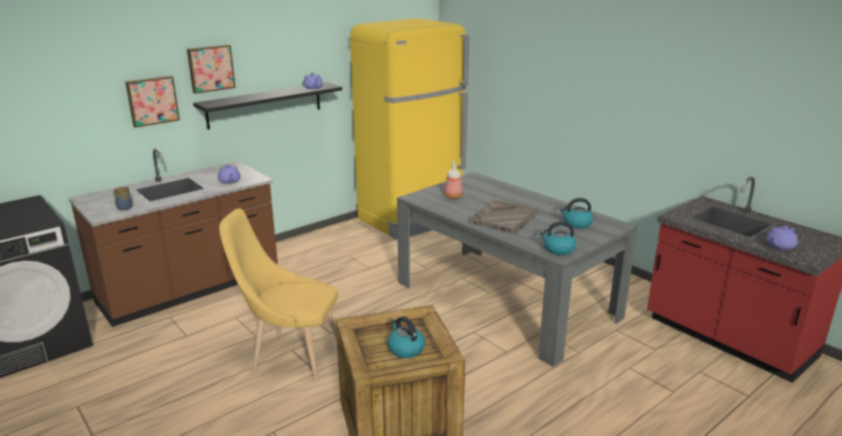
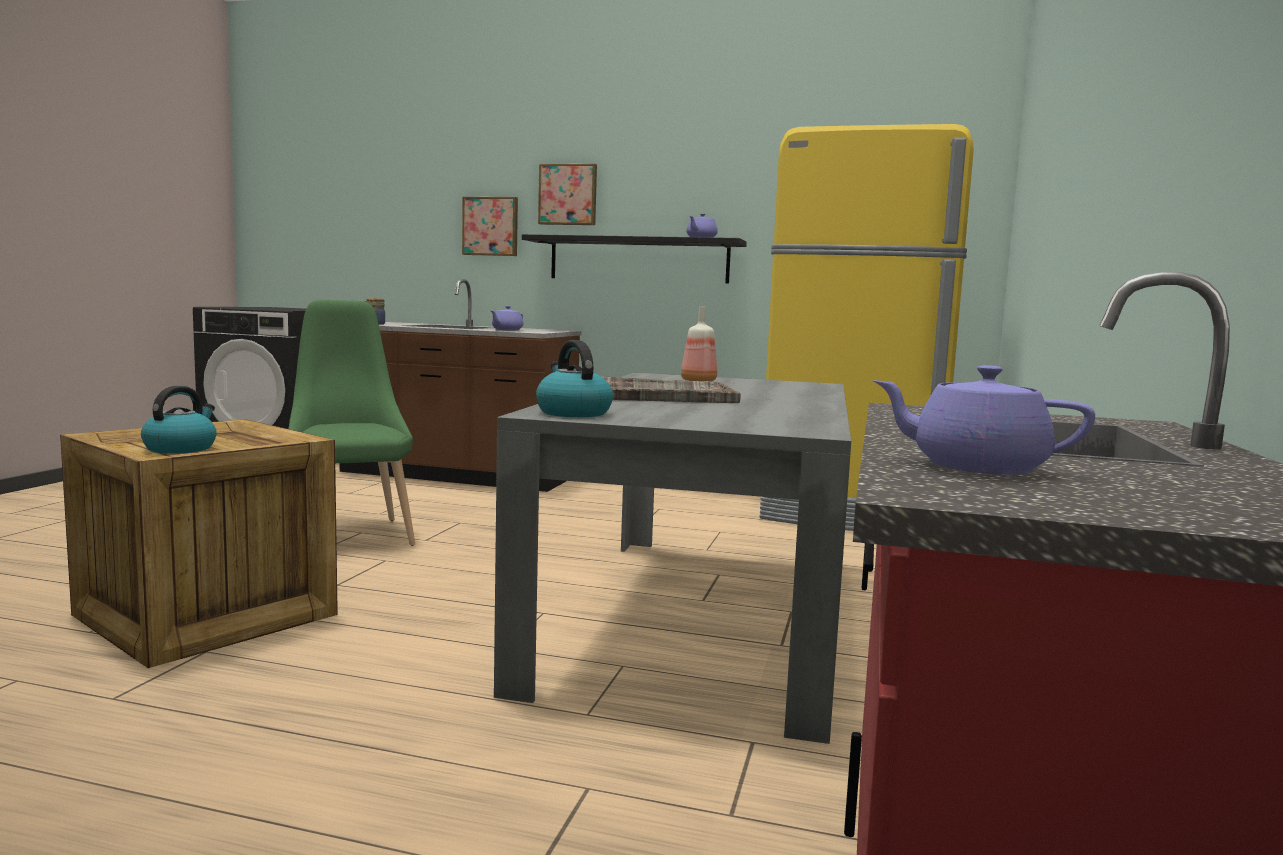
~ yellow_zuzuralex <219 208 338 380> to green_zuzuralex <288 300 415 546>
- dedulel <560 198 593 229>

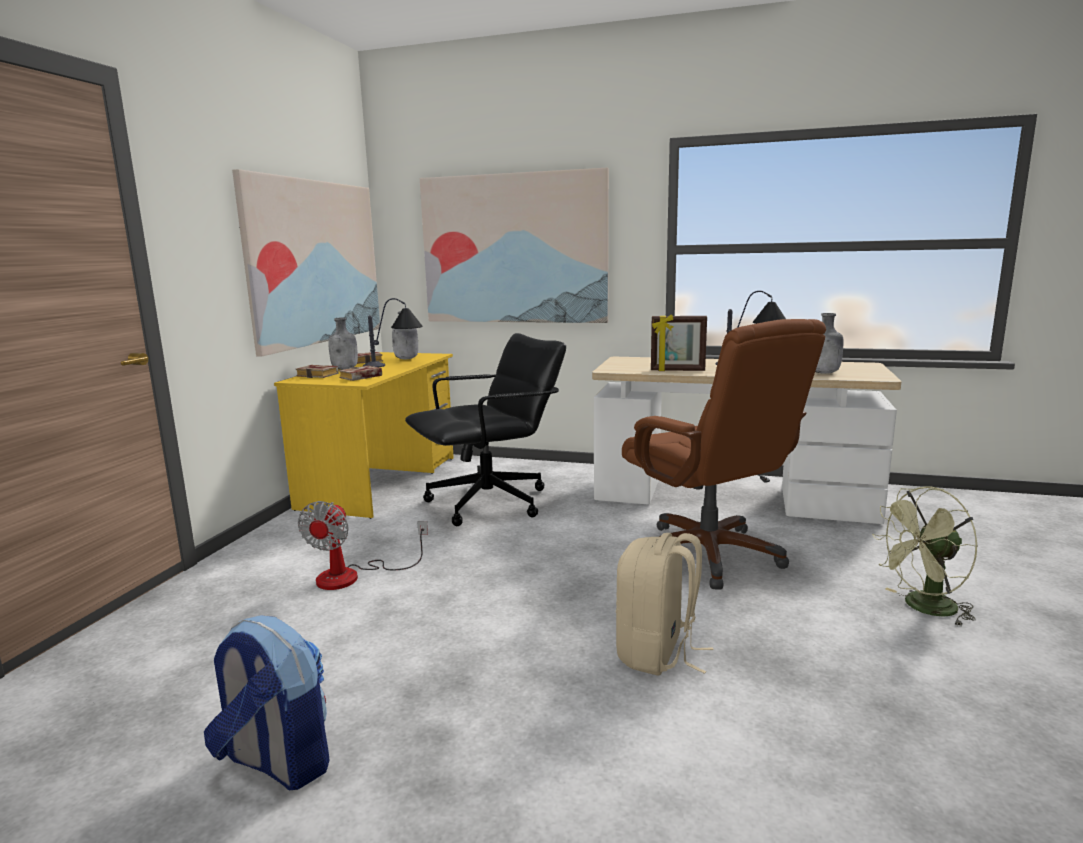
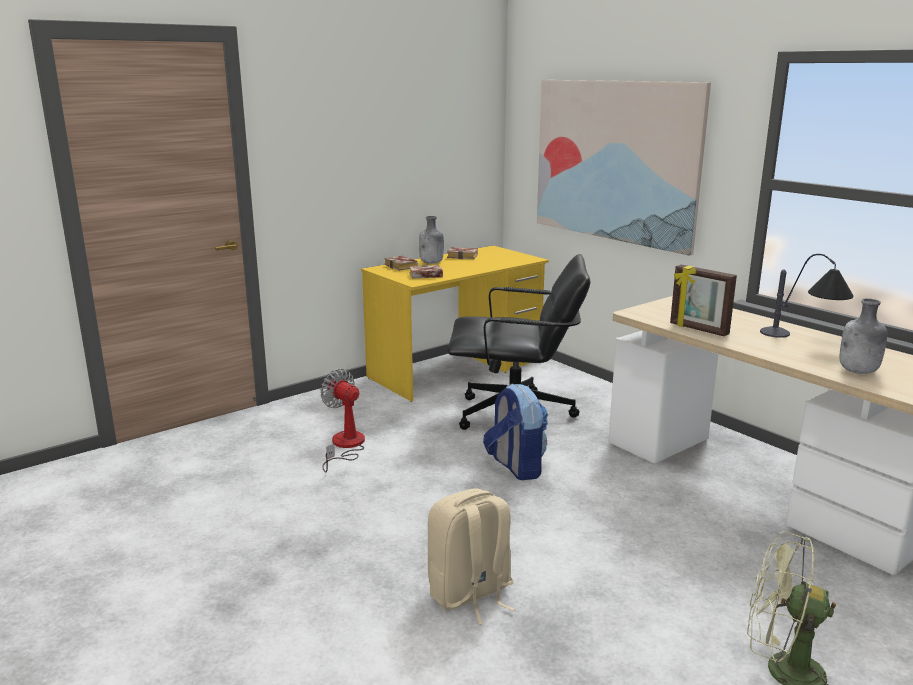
~ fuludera <298 501 428 590> = <320 369 365 473> 90 degrees clockwise
~ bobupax <204 615 330 790> to <483 383 548 480>
- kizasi <232 169 380 357>
- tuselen <363 298 422 367>
- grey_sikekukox <392 311 418 359>
- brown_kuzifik <622 319 826 590>

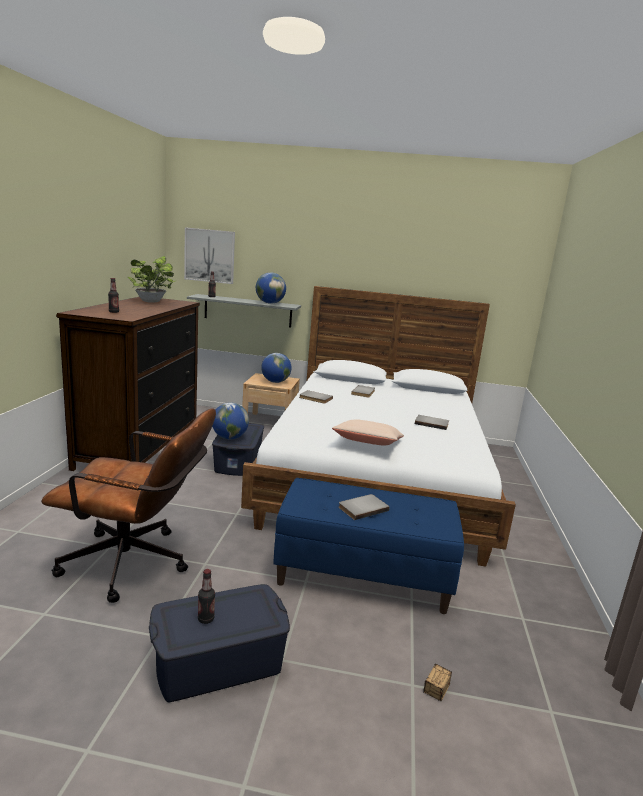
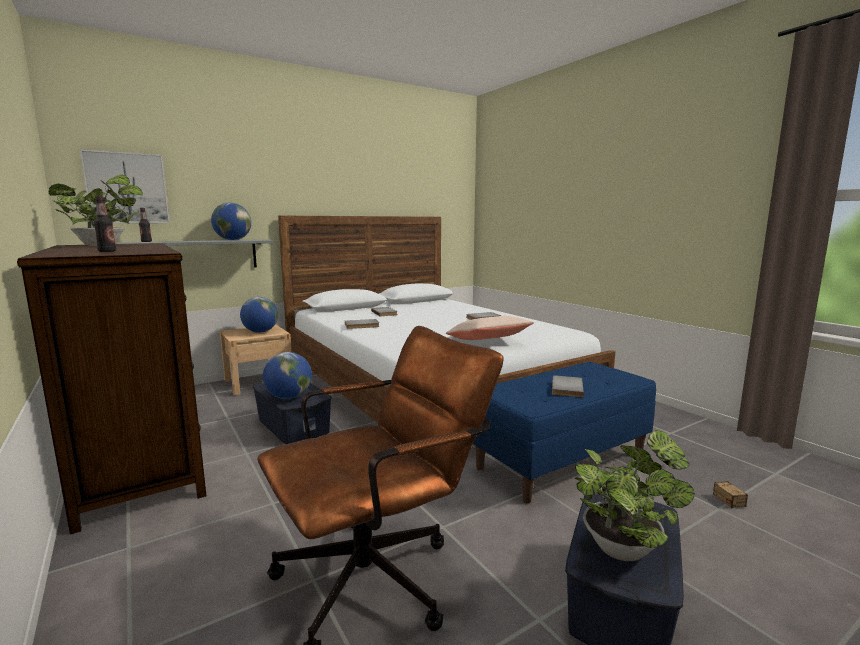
~ sikekukox <198 569 215 624> to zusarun <575 430 695 561>

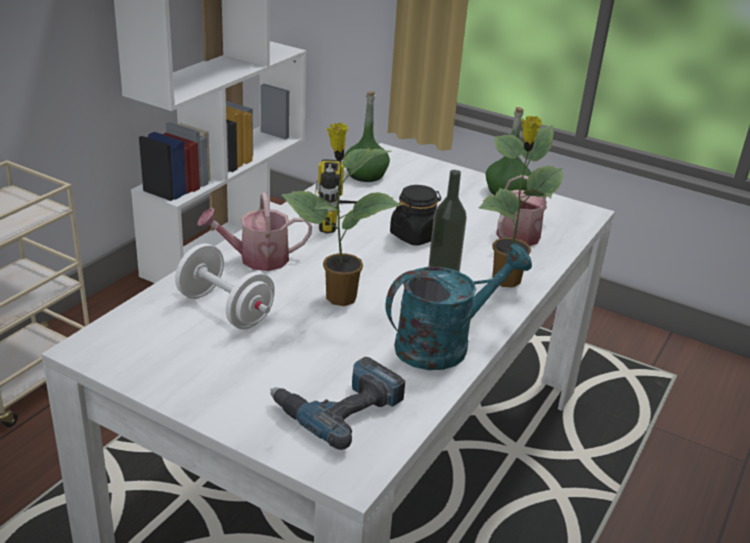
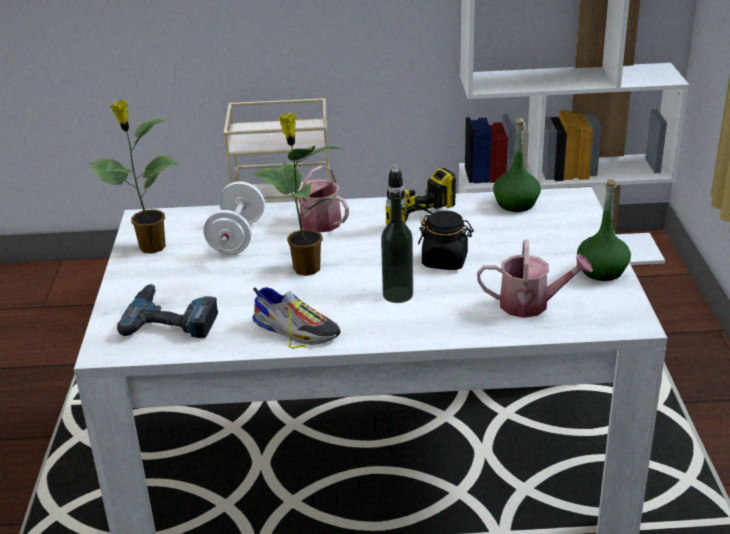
~ zusarun <479 116 563 288> to <89 100 180 254>
~ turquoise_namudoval <386 244 532 370> to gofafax <252 287 340 349>

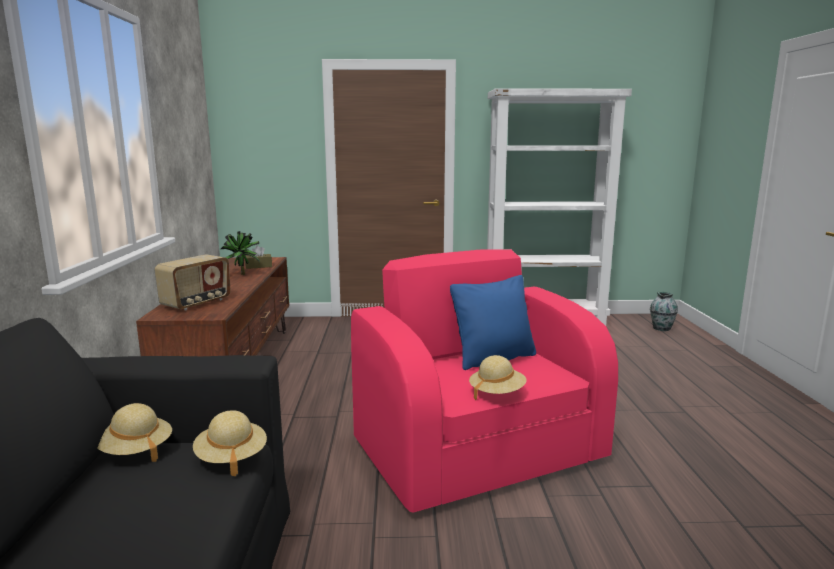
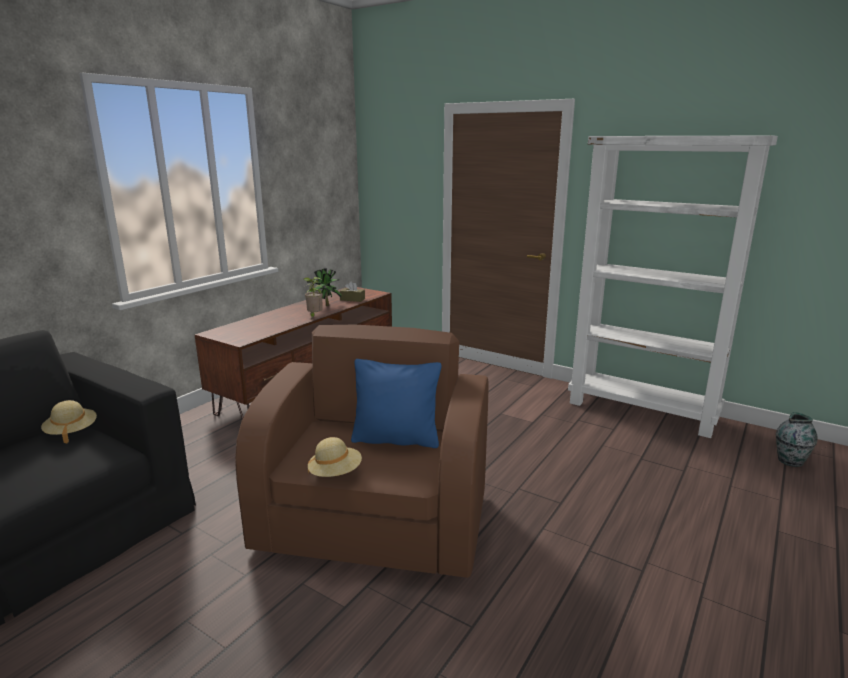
~ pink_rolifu <351 249 618 513> to brown_rolifu <235 325 488 578>
+ zusarun <303 277 323 319>
- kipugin <154 254 231 311>
- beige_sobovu <193 410 267 476>

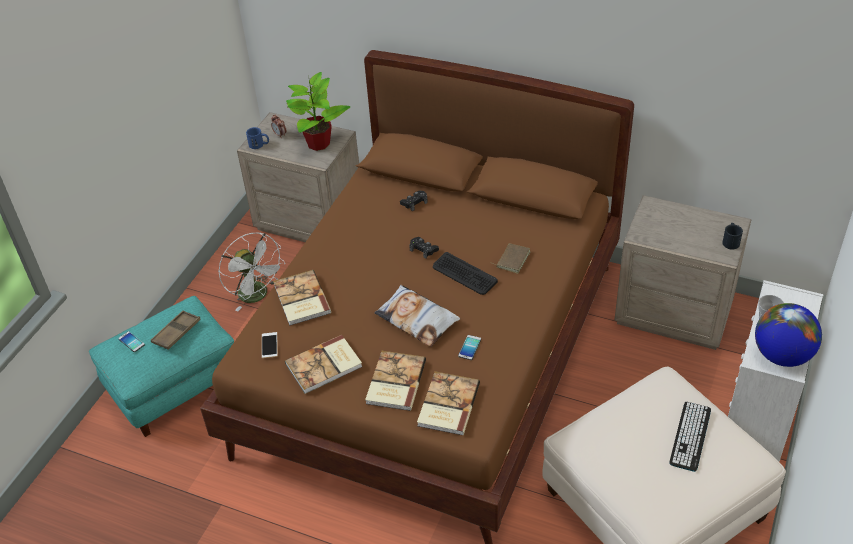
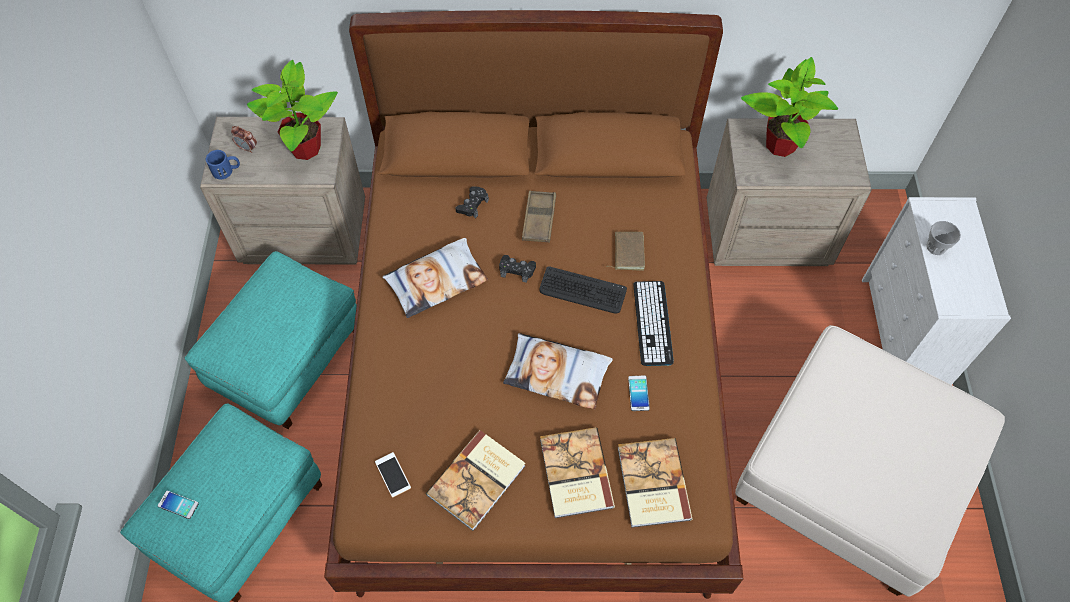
~ white_fuludera <219 233 285 311> to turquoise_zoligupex <184 251 357 429>
+ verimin <383 238 488 318>
~ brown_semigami <151 311 201 350> to <522 191 556 242>
~ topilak <669 402 711 472> to <633 281 674 366>
+ zusarun <741 57 838 157>
- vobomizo <273 270 331 326>
- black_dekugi <722 223 743 249>
- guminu <755 303 822 367>

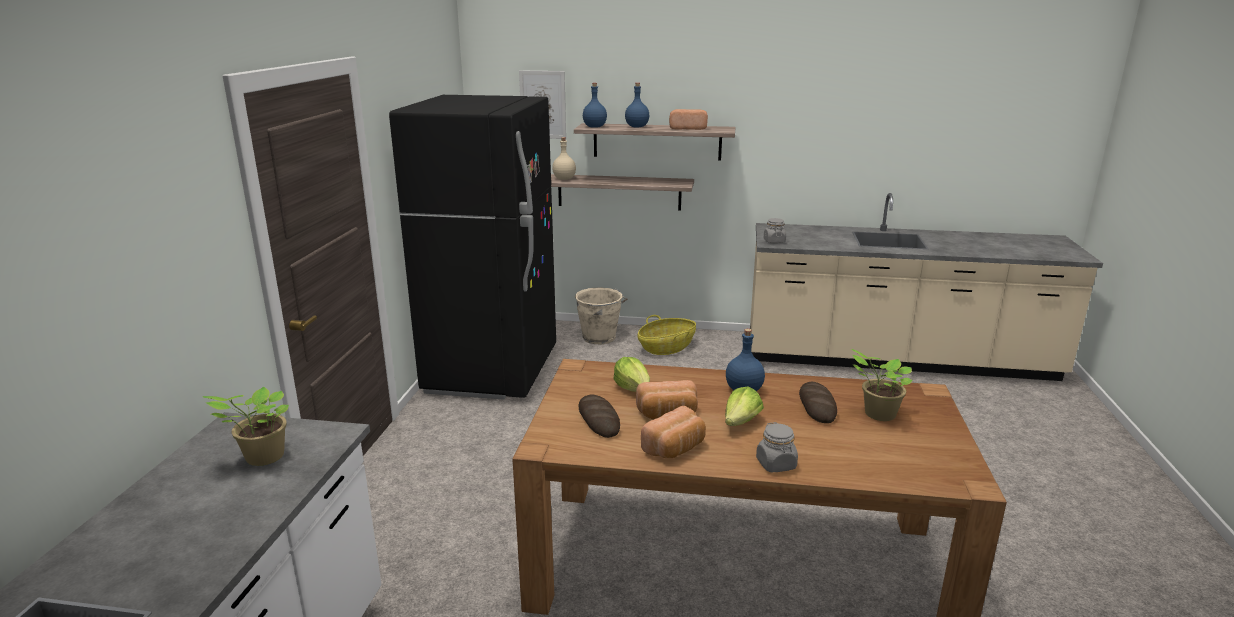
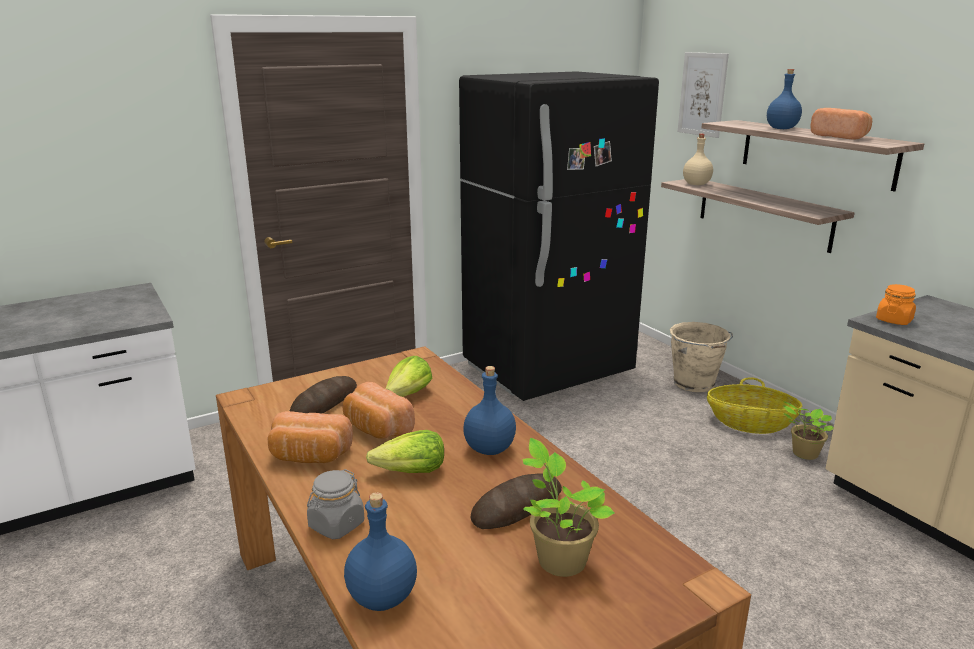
~ blue_sikekukox <583 83 607 128> to <344 492 417 611>
~ zusarun <203 387 289 466> to <783 401 834 460>
~ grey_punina <764 218 786 243> to orange_punina <876 284 916 325>

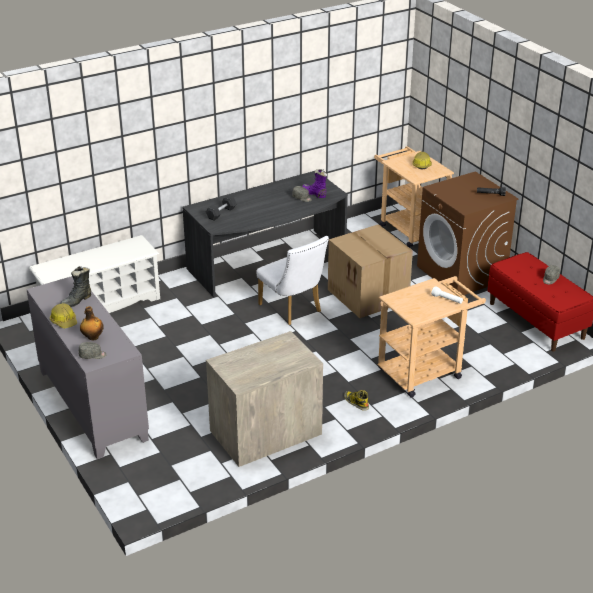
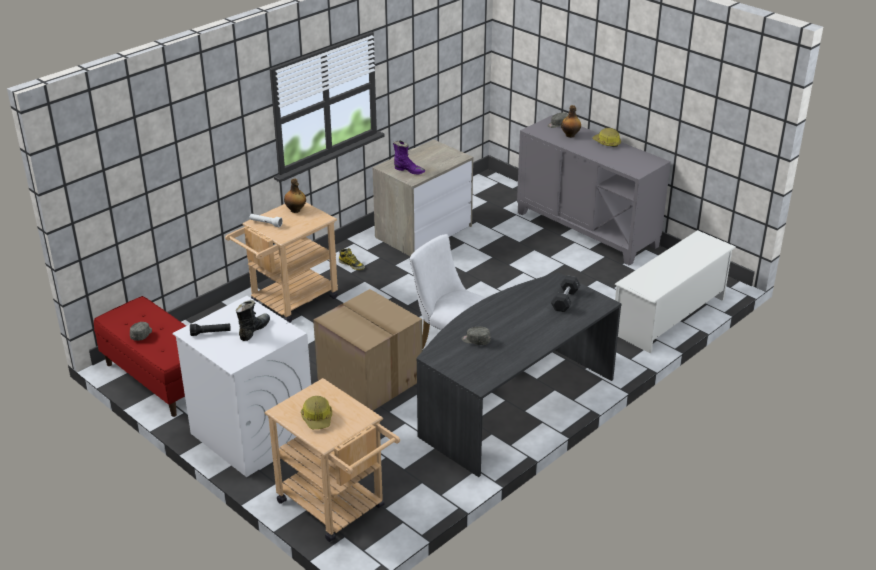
~ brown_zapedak <417 171 519 295> to white_zapedak <173 296 311 477>
~ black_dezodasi <60 266 91 307> to <236 300 270 341>
+ sikekukox <284 179 306 213>
~ purple_dezodasi <302 169 327 198> to <393 140 425 174>

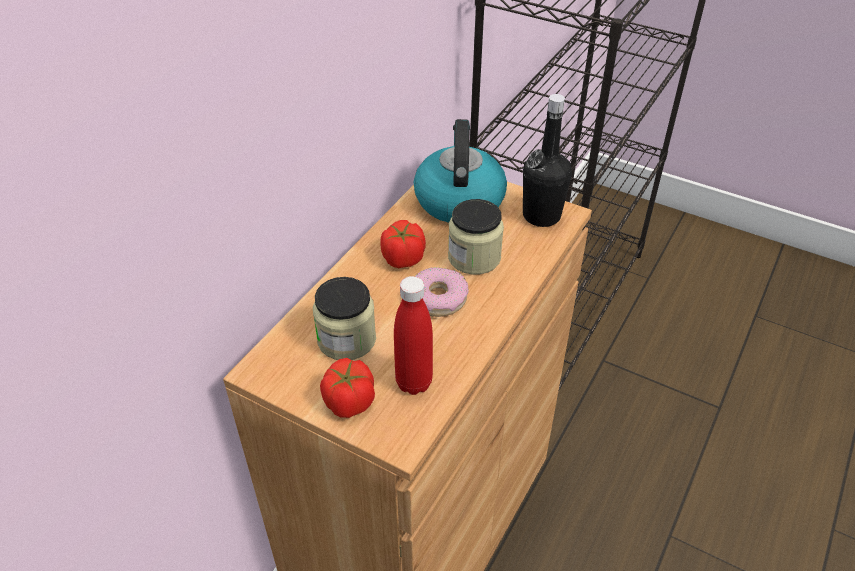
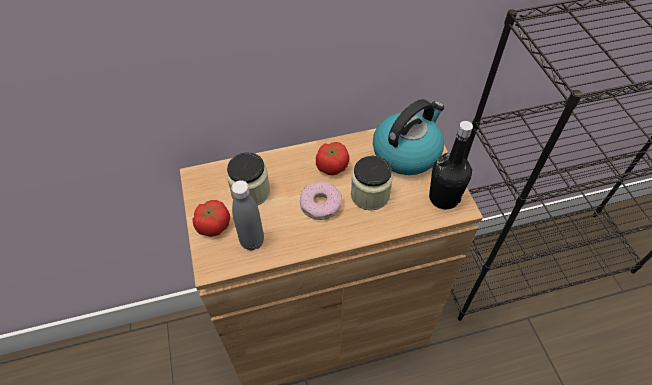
~ red_sikekukox <394 276 433 395> to grey_sikekukox <231 180 264 251>

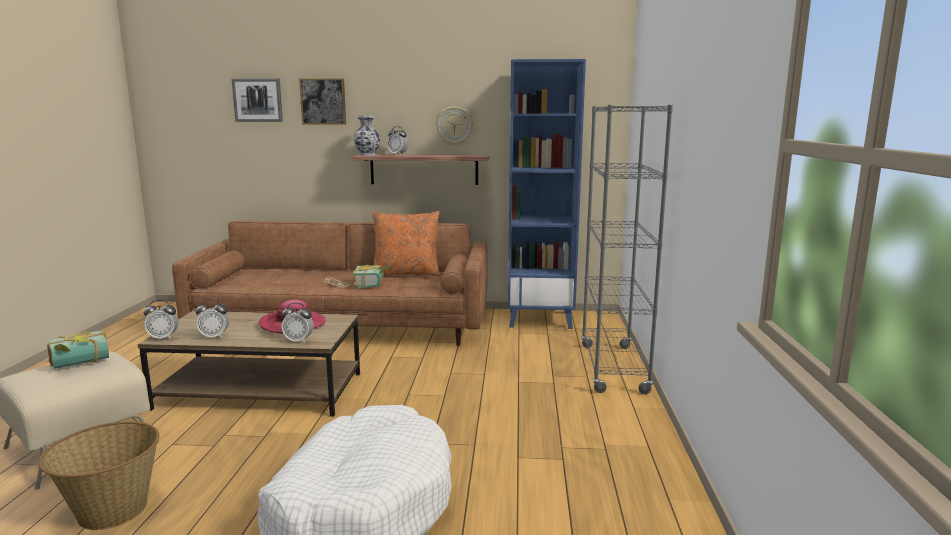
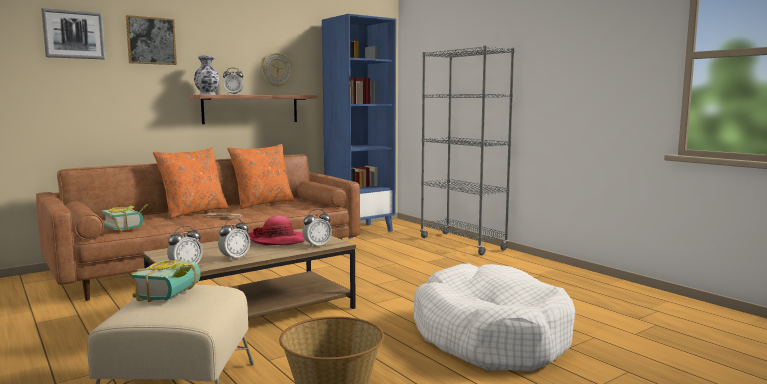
~ vobomizo <353 264 389 289> to <101 204 149 231>
+ orange_verimin <153 147 229 219>

